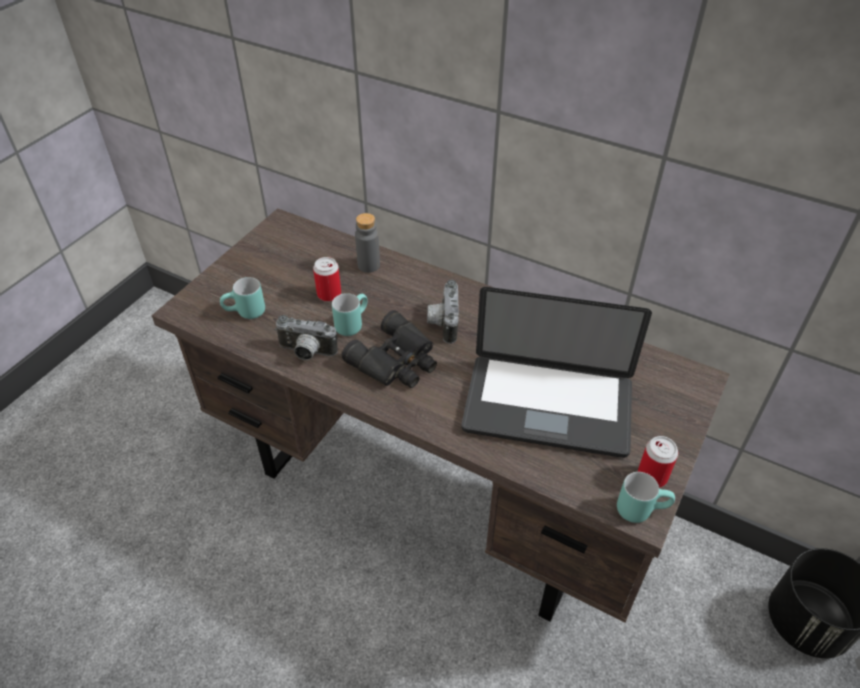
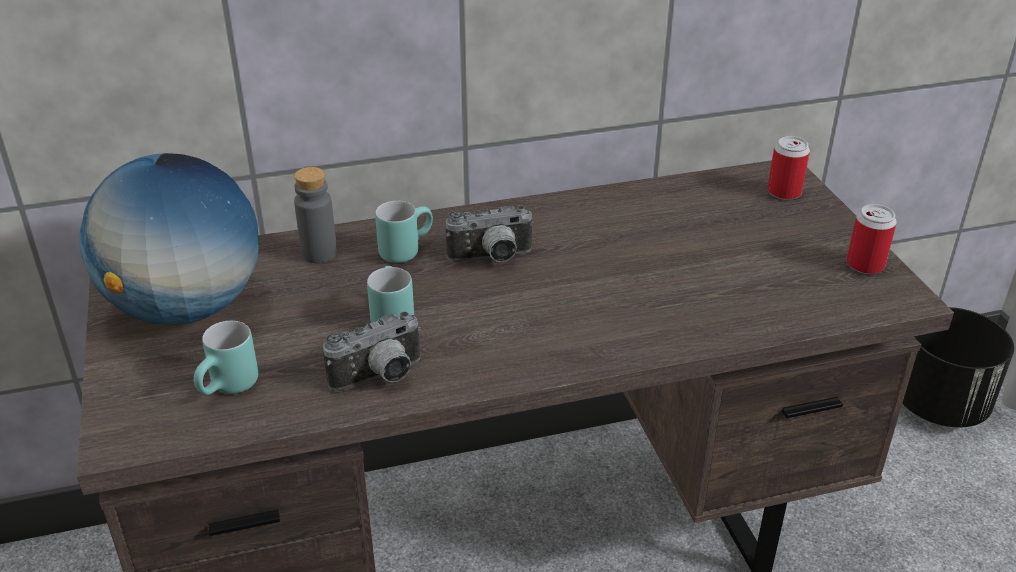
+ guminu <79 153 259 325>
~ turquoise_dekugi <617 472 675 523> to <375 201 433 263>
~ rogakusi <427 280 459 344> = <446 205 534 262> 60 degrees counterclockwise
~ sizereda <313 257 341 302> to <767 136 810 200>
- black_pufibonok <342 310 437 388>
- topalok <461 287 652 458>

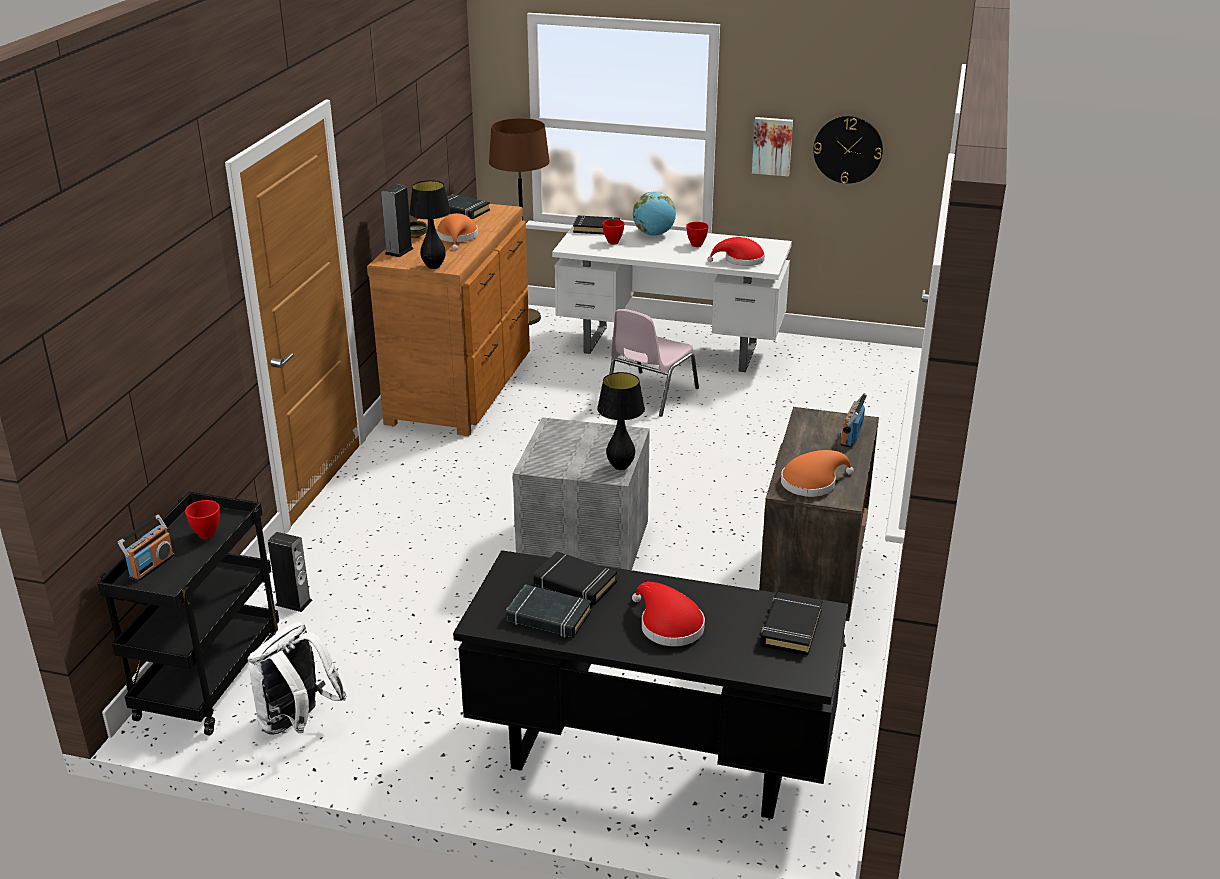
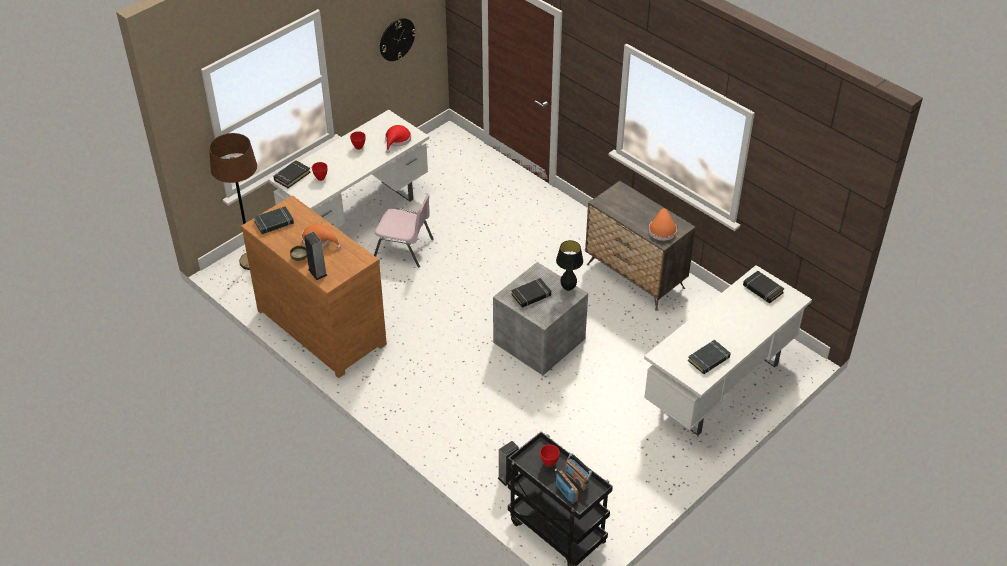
~ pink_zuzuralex <609 309 699 417> = <374 194 434 268> 45 degrees counterclockwise
~ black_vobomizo <534 551 617 605> to <511 278 551 308>
~ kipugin <840 393 867 448> to <565 453 592 491>
~ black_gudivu <453 550 848 819> to white_gudivu <644 265 812 436>
- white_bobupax <248 622 347 735>
- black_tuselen <409 180 451 269>
- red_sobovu <632 582 705 646>
- guminu <633 192 676 236>
- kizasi <752 117 793 177>

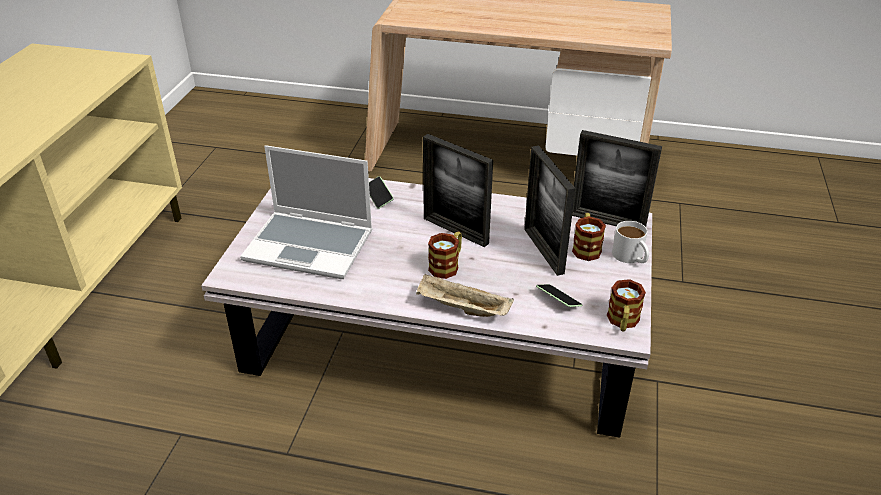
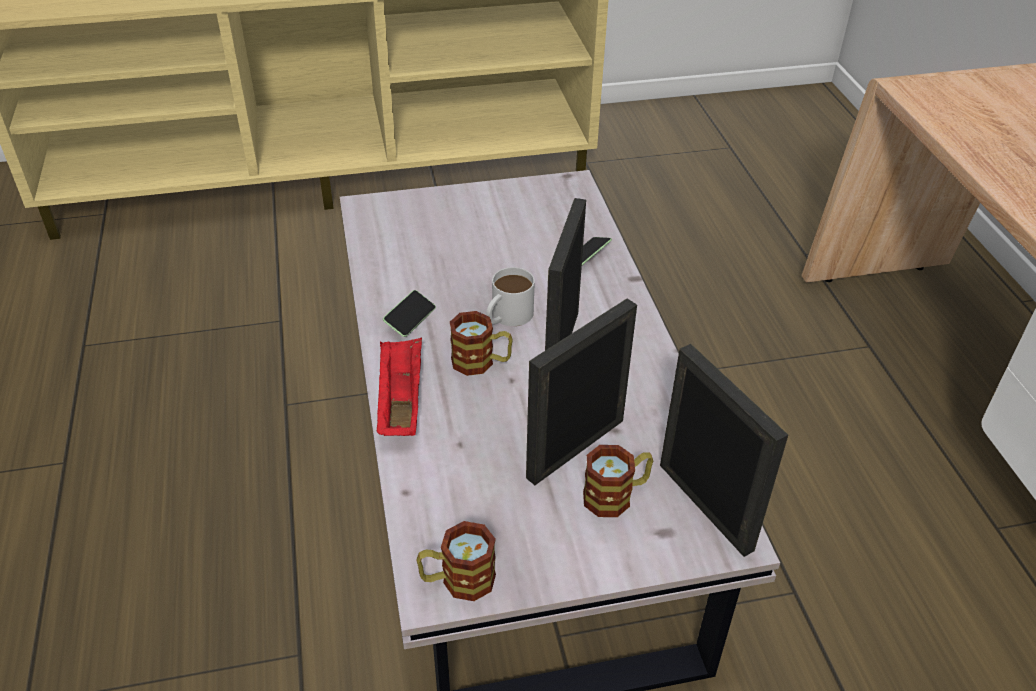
~ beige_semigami <416 274 514 317> to red_semigami <377 337 422 436>
~ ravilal <536 284 582 307> to <383 290 436 337>
~ white_dekugi <612 221 649 263> to <486 267 535 326>
~ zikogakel <572 130 662 227> = <660 344 788 557> 150 degrees clockwise
- topalok <240 145 372 279>

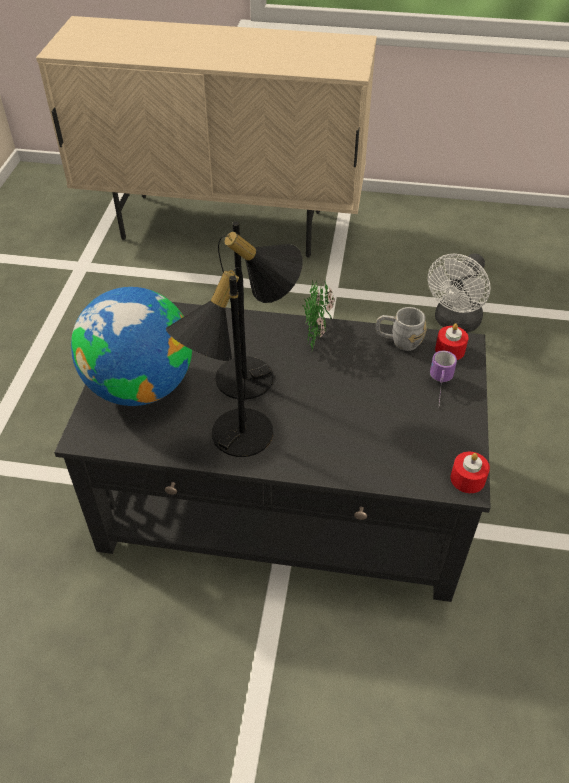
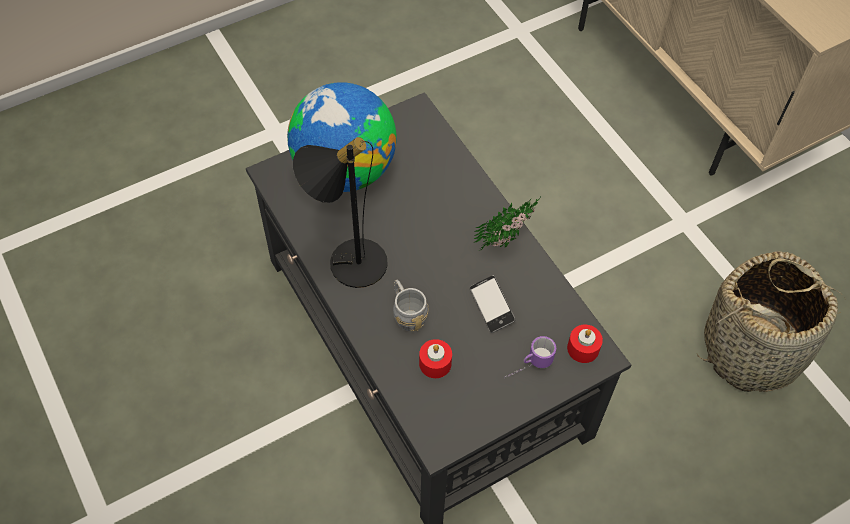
~ grey_dekugi <376 307 427 351> to <393 280 428 331>
~ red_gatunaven <451 452 490 493> to <419 339 452 378>
+ ravilal <470 276 516 333>
~ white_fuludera <428 253 491 332> to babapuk <697 251 846 392>
- black_tuselen <215 221 303 400>

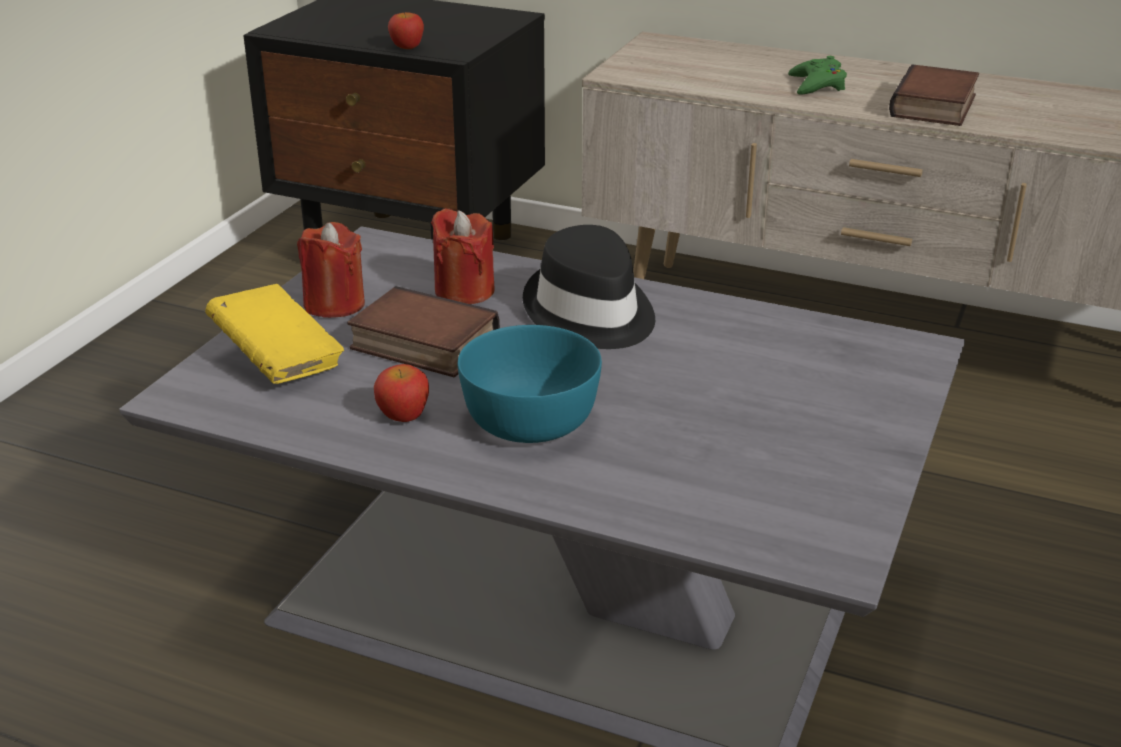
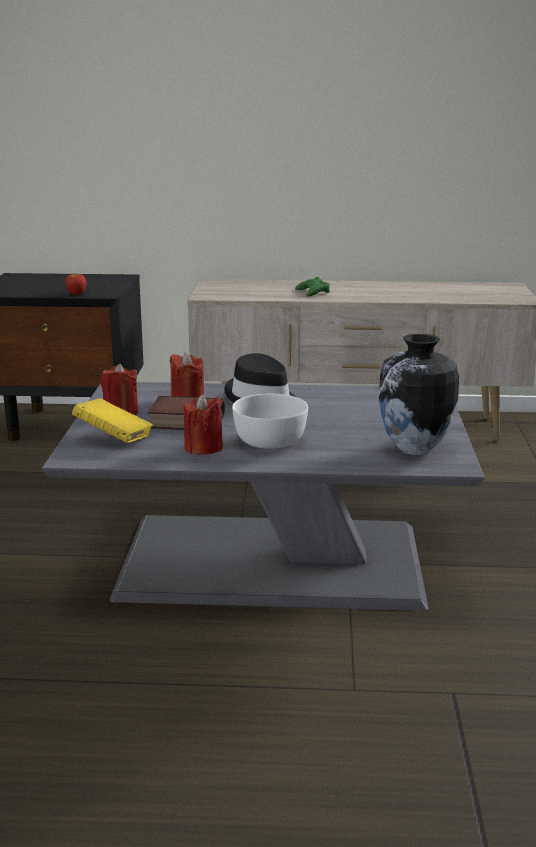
~ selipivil <374 364 429 422> to red_gatunaven <184 394 223 454>
~ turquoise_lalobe <458 325 602 443> to white_lalobe <232 394 308 449>
+ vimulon <379 334 459 455>
- vobomizo <889 64 979 126>

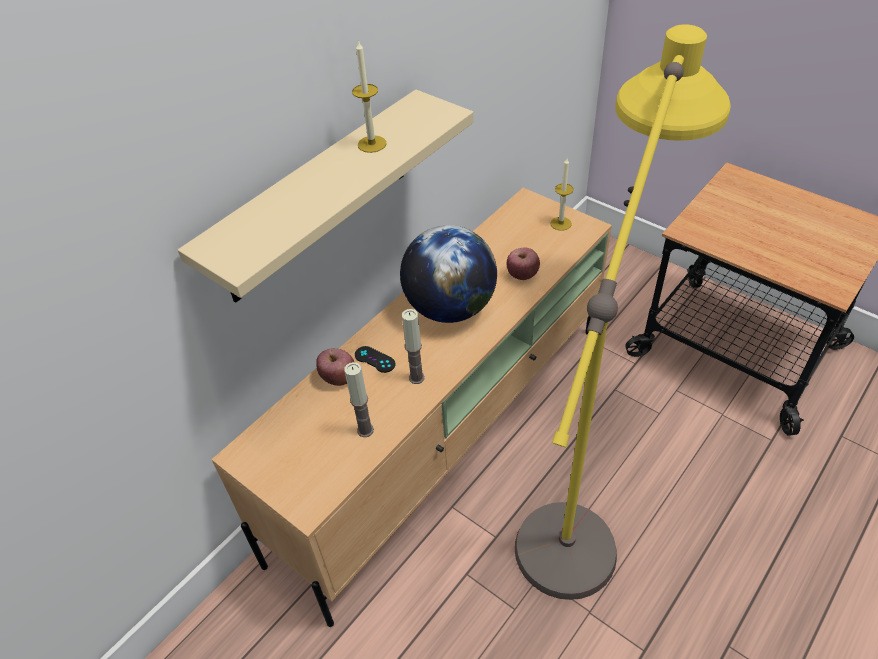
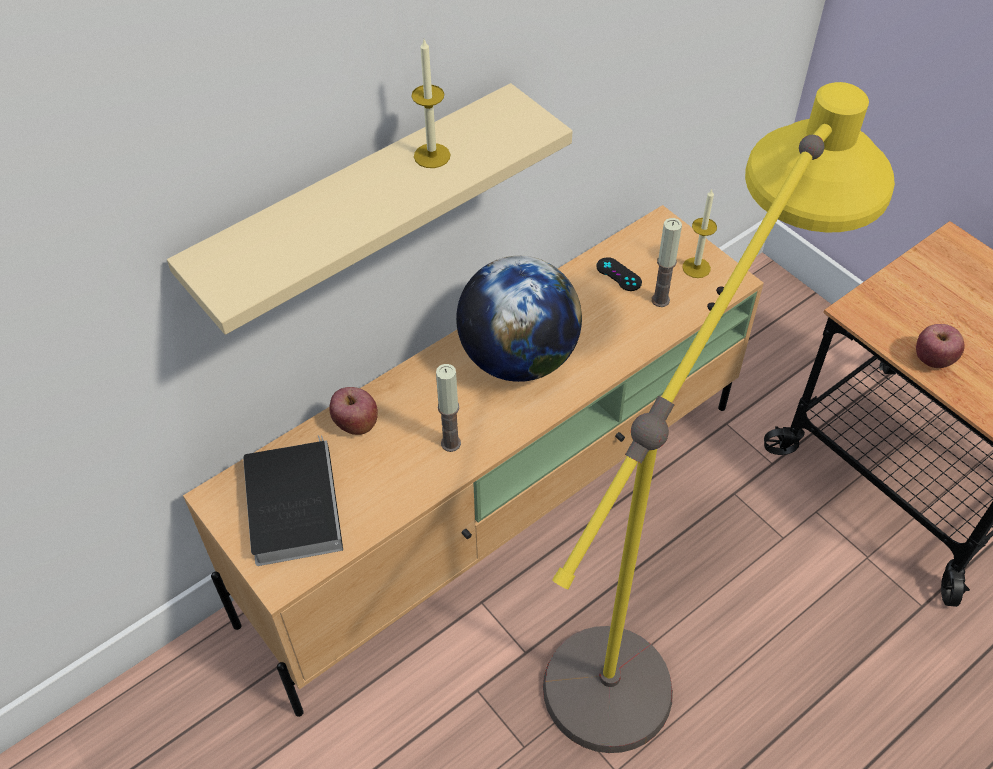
+ vobomizo <243 435 343 566>
~ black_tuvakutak <355 346 395 373> to <596 257 642 291>
~ gatunaven <344 362 374 437> to <652 218 682 307>
~ selipivil <507 247 540 280> to <916 324 964 368>

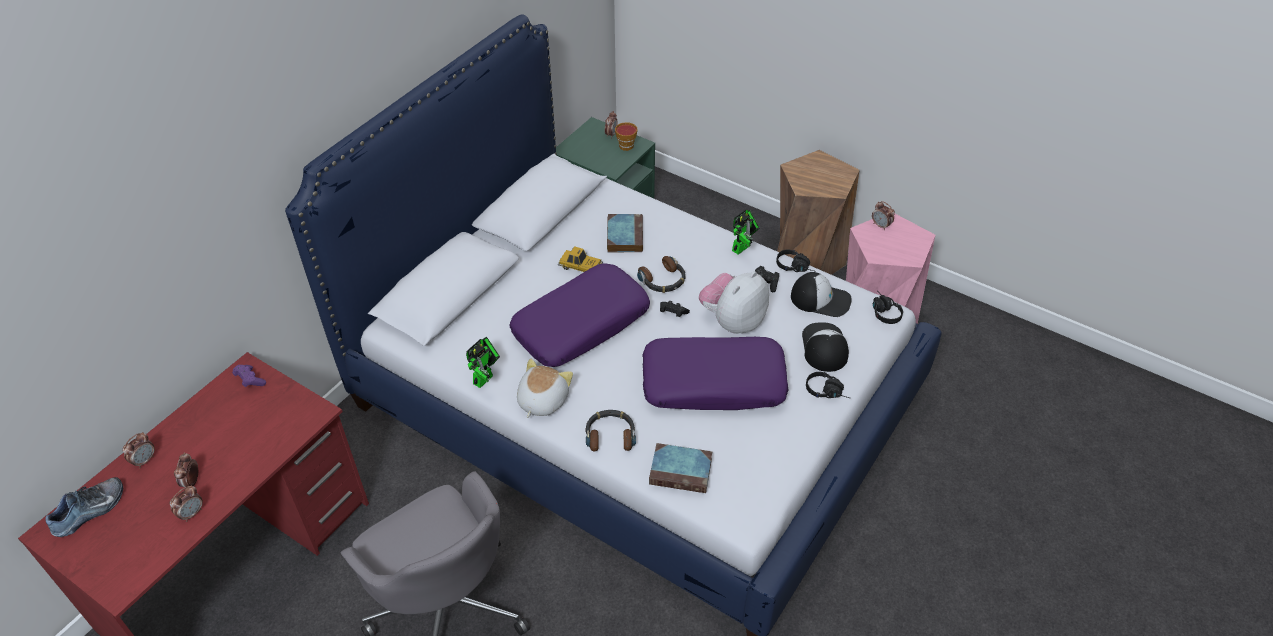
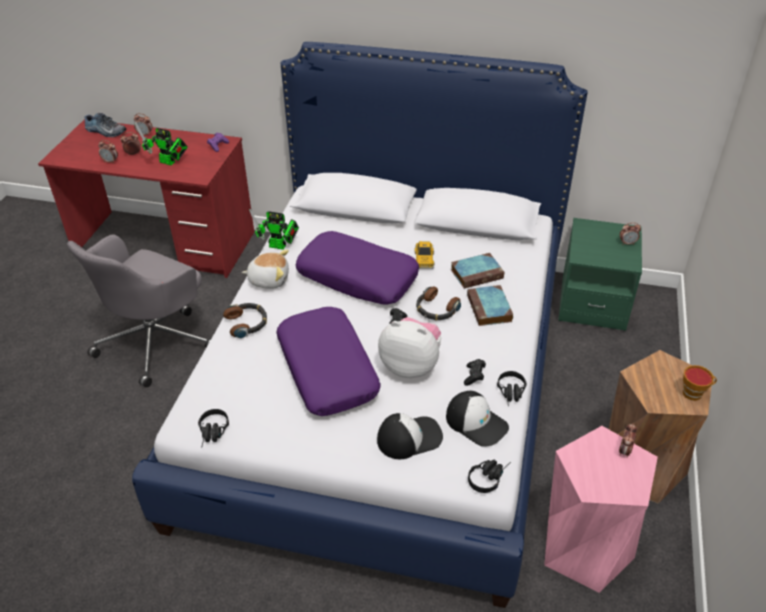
~ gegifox <732 210 760 255> to <135 122 188 165>
~ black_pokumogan <806 372 850 398> to <198 409 229 448>
~ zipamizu <791 272 852 317> = <446 391 509 447> 45 degrees counterclockwise
~ vobomizo <649 443 712 493> to <467 285 513 326>
~ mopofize <615 122 638 151> to <683 365 717 401>

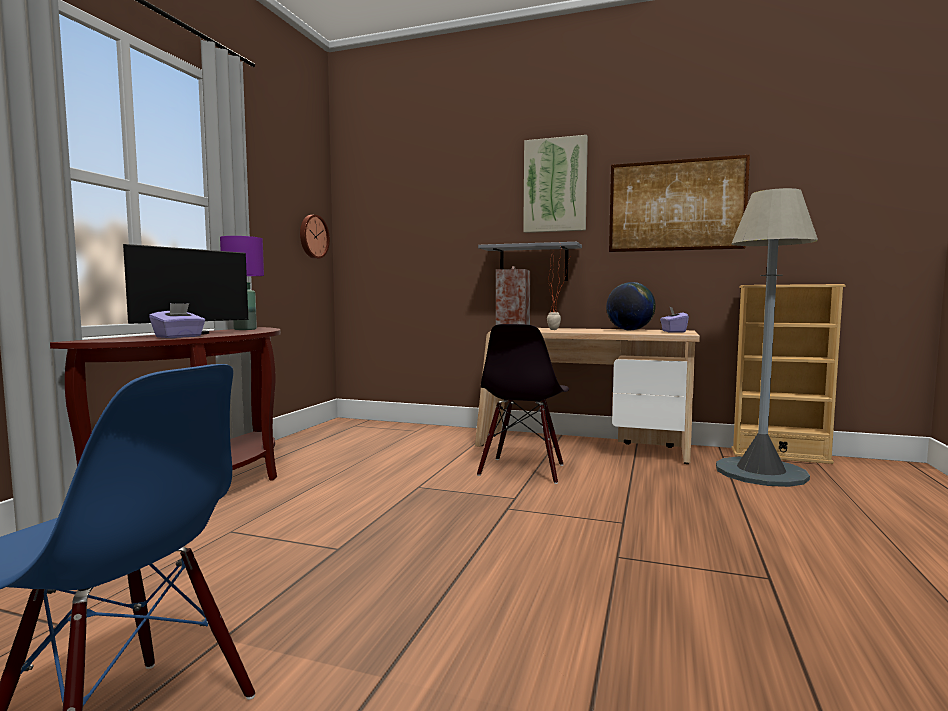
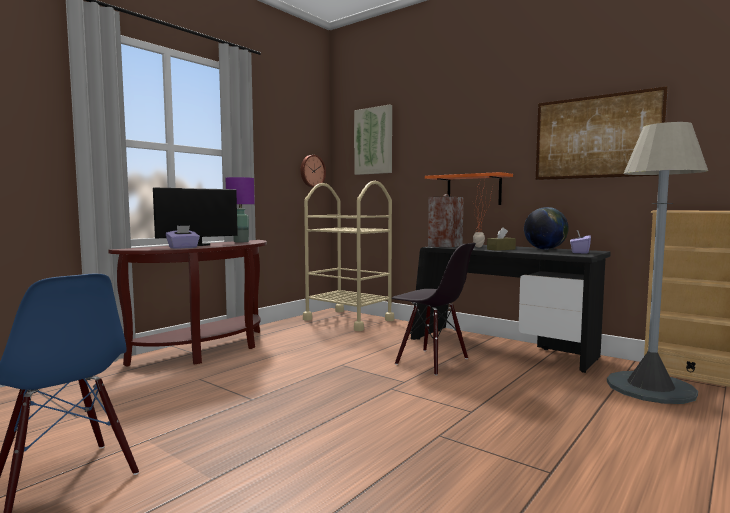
+ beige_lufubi <303 181 394 331>
~ kizasi <523 135 588 233> to <354 105 392 175>
~ black_zuzuralex <477 324 569 484> = <392 243 476 376> 90 degrees counterclockwise
~ beige_gudivu <475 328 700 464> to black_gudivu <411 245 611 373>
~ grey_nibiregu <478 242 582 281> to orange_nibiregu <425 172 513 205>
+ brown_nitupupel <487 227 516 251>

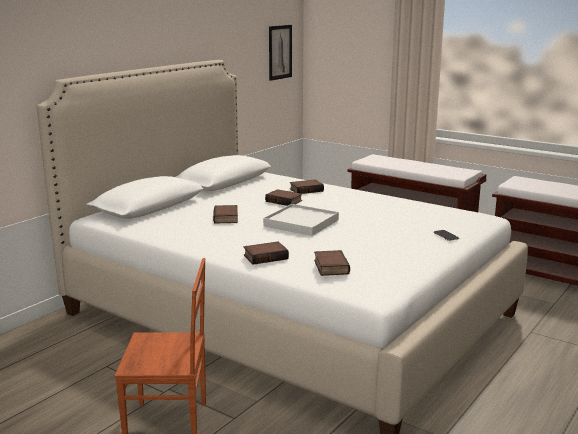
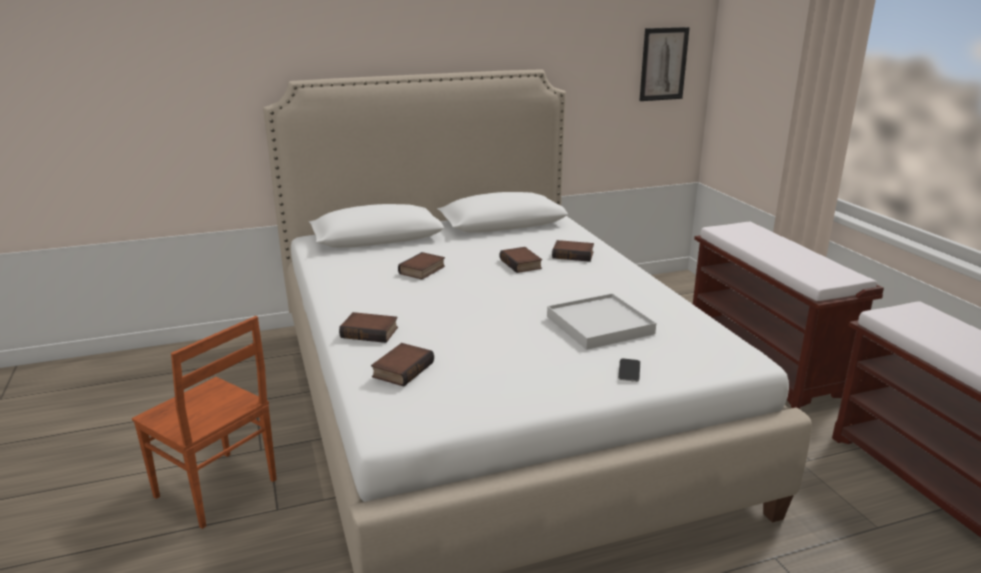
~ white_semigami <263 204 339 236> to <547 293 656 350>

